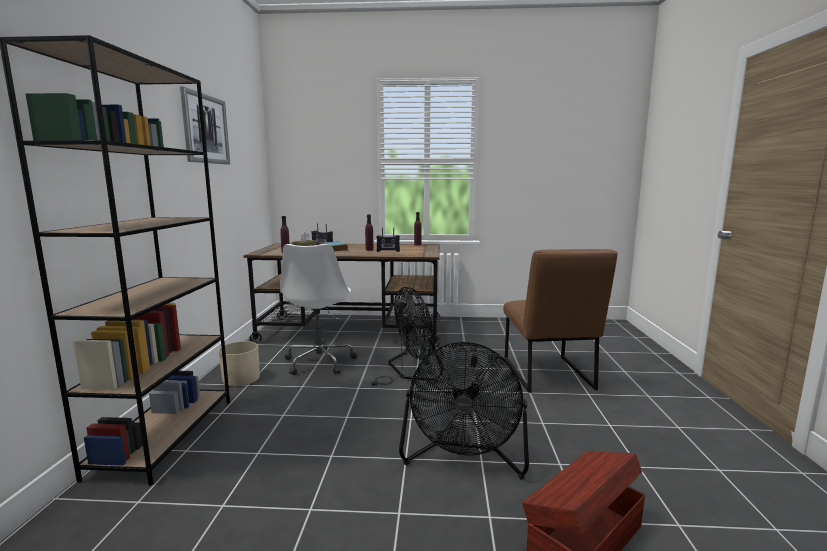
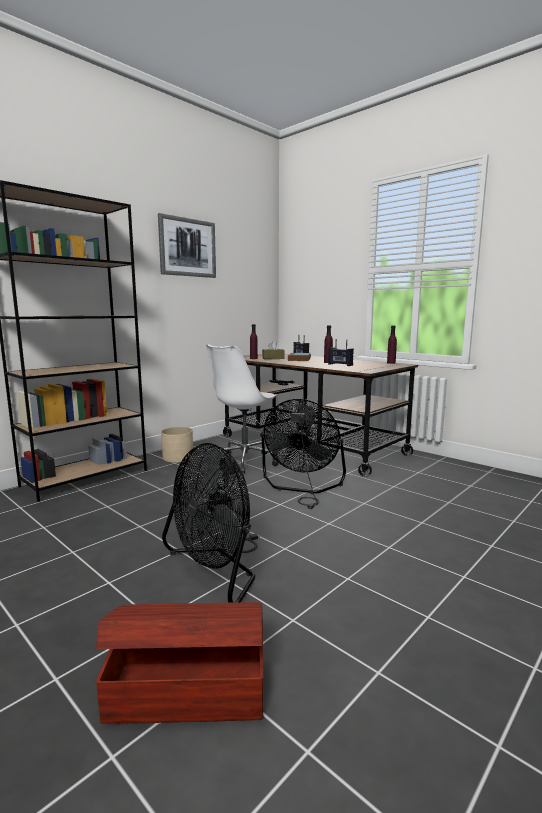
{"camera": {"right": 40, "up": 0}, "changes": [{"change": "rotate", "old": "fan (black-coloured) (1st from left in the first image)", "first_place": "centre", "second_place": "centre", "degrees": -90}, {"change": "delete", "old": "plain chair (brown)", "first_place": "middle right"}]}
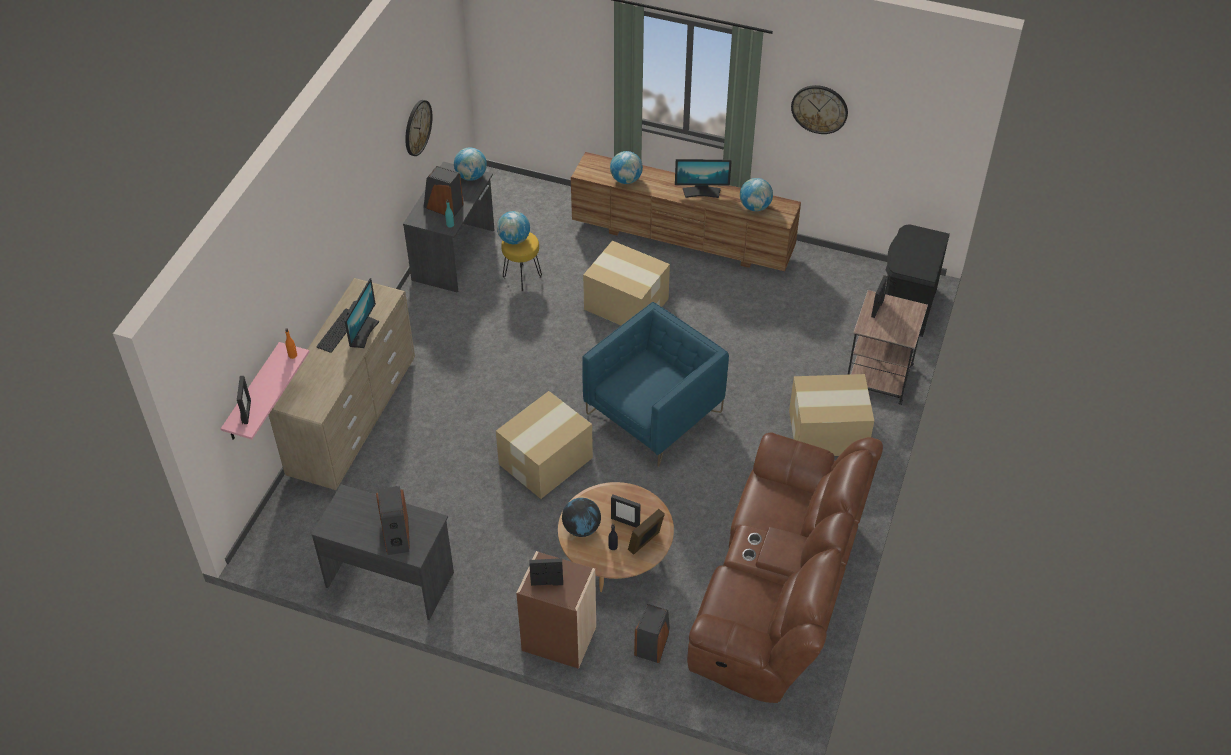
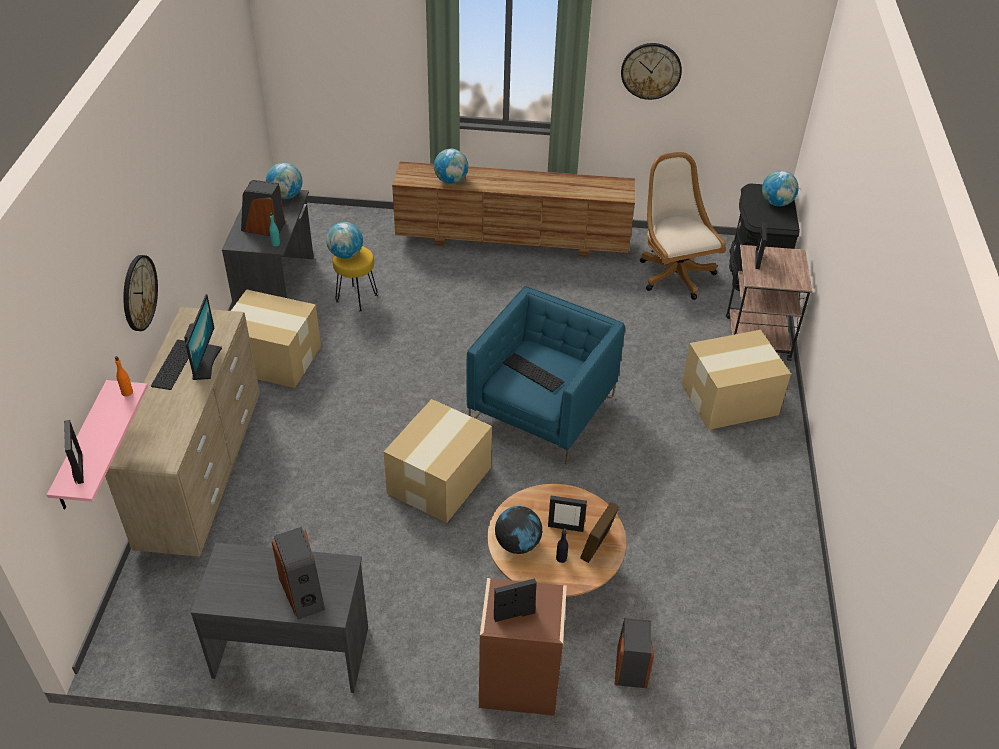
{"camera": {"right": -15, "up": -5}, "changes": [{"change": "move", "old": "clock on the wall (1st from left)", "first_place": "top centre", "second_place": "middle left"}, {"change": "move", "old": "cardboard box (2nd from left in the first image)", "new": "cardboard box (1st from left)", "first_place": "centre", "second_place": "middle left"}, {"change": "delete", "old": "computer display (2nd from left)", "first_place": "top centre"}, {"change": "delete", "old": "sofa (brown)", "first_place": "bottom centre"}, {"change": "move", "old": "world globe (5th from left)", "first_place": "top centre", "second_place": "top right"}, {"change": "insert", "new": "computer keyboard (2nd from left)", "second_place": "centre"}, {"change": "insert", "new": "office chair", "second_place": "top right"}]}
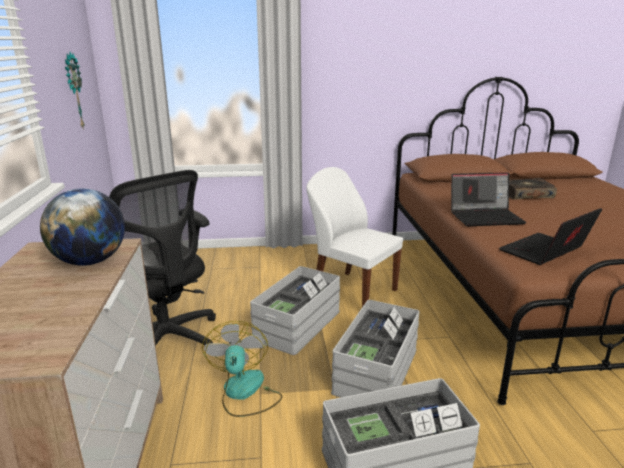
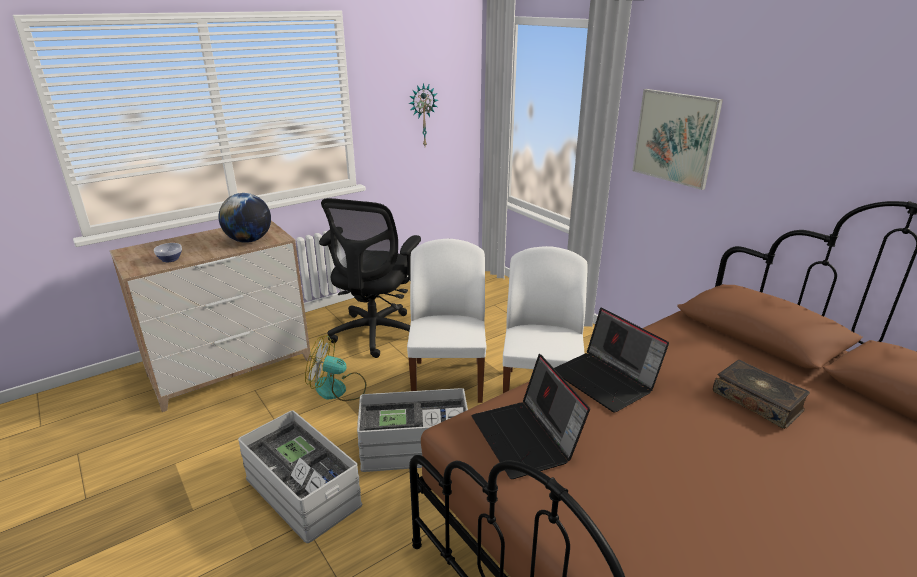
{"camera": {"right": 60, "up": 5}, "changes": [{"change": "rotate", "old": "fan", "first_place": "bottom centre", "second_place": "centre", "degrees": -135}, {"change": "replace", "old": "storage bin (gray) (1st from left)", "new": "plain chair (white) (1st from left)", "first_place": "centre", "second_place": "centre"}, {"change": "rotate", "old": "laptop (2nd from left in the first image)", "first_place": "middle right", "second_place": "bottom centre", "degrees": -135}, {"change": "insert", "new": "deep dish", "second_place": "middle left"}, {"change": "insert", "new": "wall art", "second_place": "top right"}]}
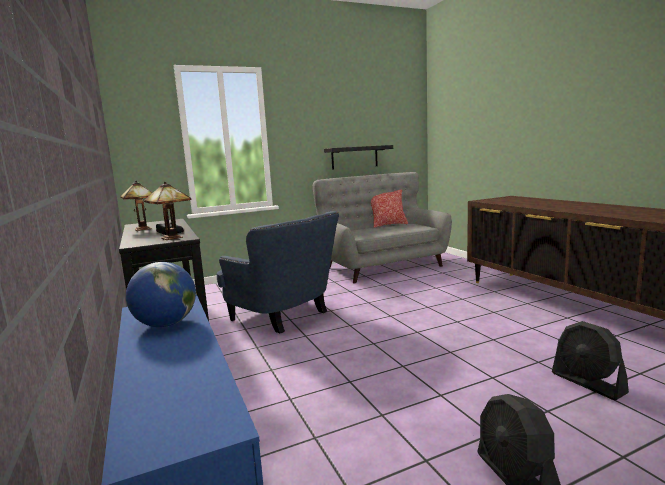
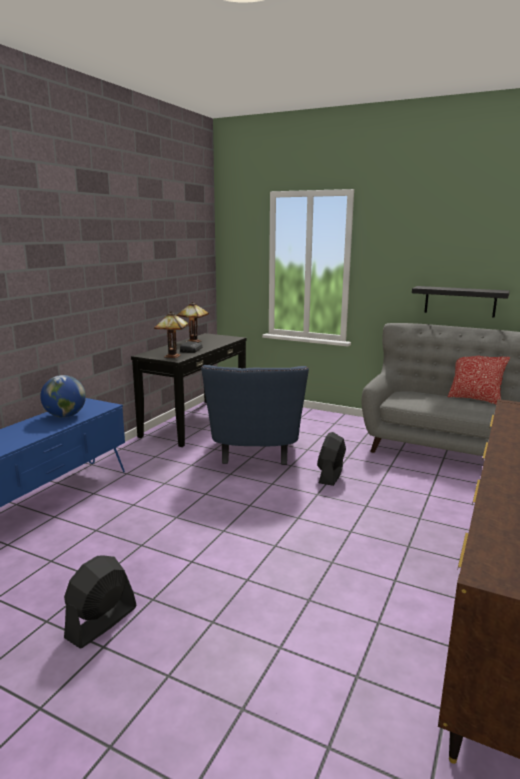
{"camera": {"right": 50, "up": 5}, "changes": [{"change": "move", "old": "fan (black-coloured) (2nd from left)", "first_place": "bottom right", "second_place": "centre"}]}
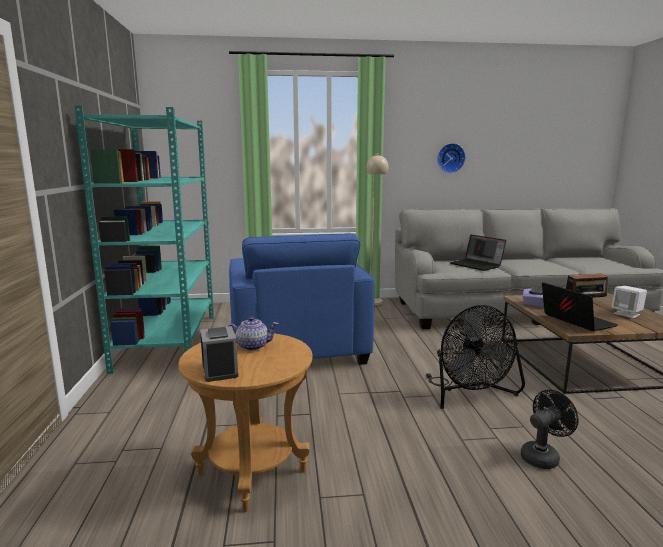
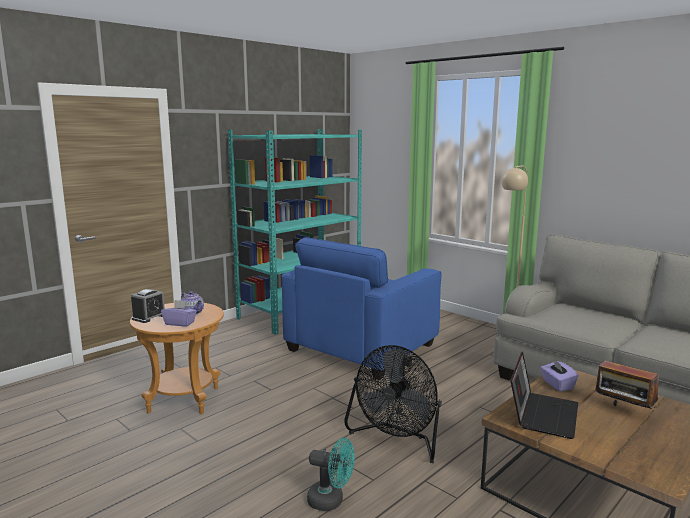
{"camera": {"right": 50, "up": 0}, "changes": [{"change": "delete", "old": "clock on the wall", "first_place": "top right"}, {"change": "delete", "old": "laptop (1st from left)", "first_place": "middle right"}, {"change": "recolor", "old": "fan (black-coloured) (2nd from left)", "new": "fan (turquoise)", "first_place": "bottom right", "second_place": "bottom centre"}, {"change": "delete", "old": "audio speaker (white)", "first_place": "middle right"}, {"change": "insert", "new": "box of tissues (purple-coloured) (1st from left)", "second_place": "middle left"}]}
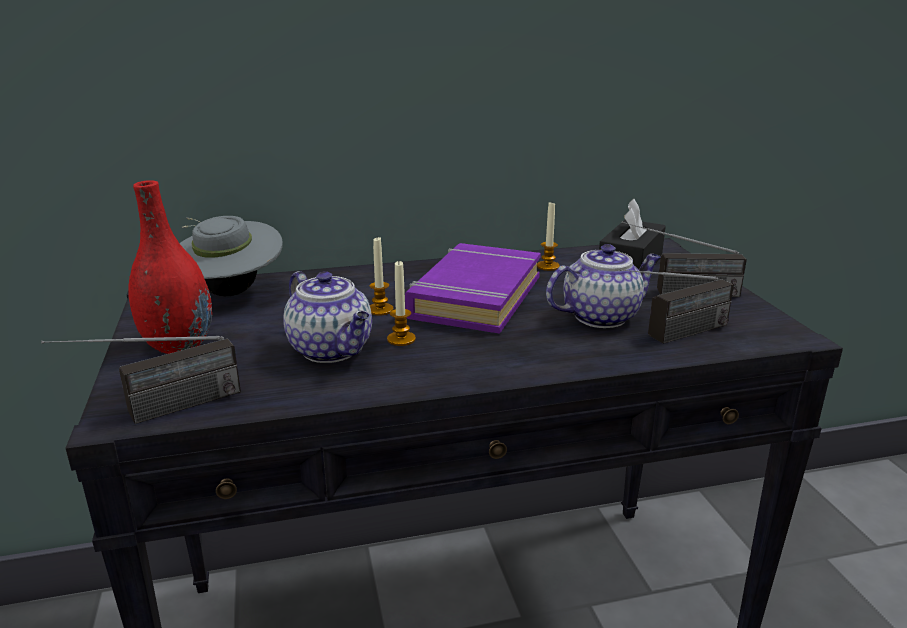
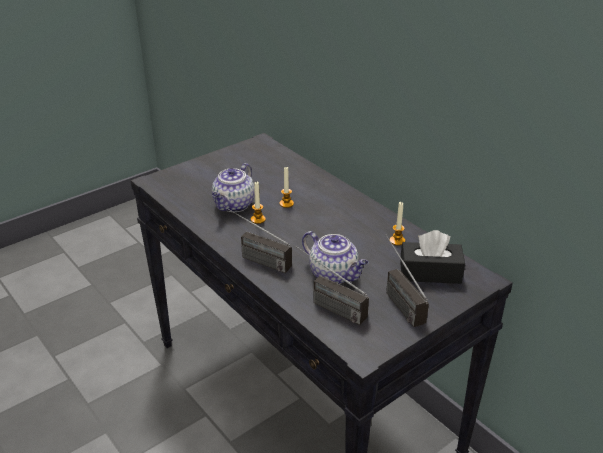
{"camera": {"right": 65, "up": 10}, "changes": [{"change": "move", "old": "radio receiver (1st from left)", "first_place": "middle left", "second_place": "centre"}, {"change": "delete", "old": "flower vase (red-coloured)", "first_place": "middle left"}, {"change": "delete", "old": "hat (gray)", "first_place": "middle left"}, {"change": "delete", "old": "volume (purple-coloured)", "first_place": "centre"}]}
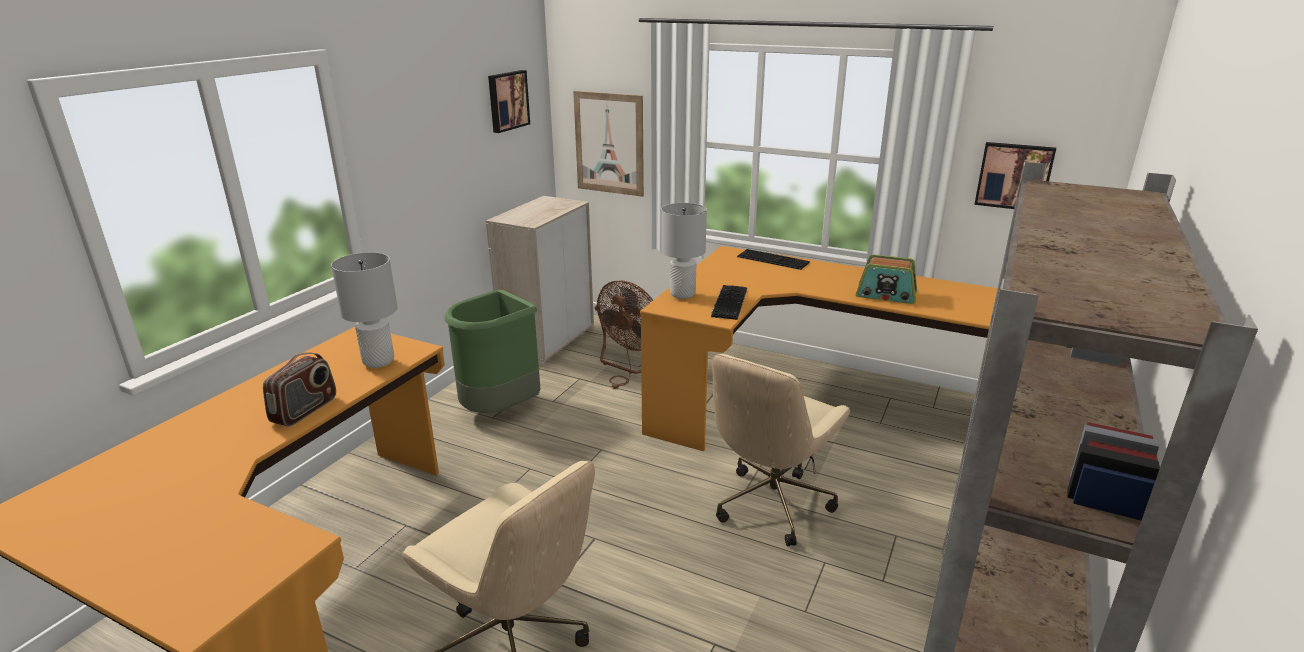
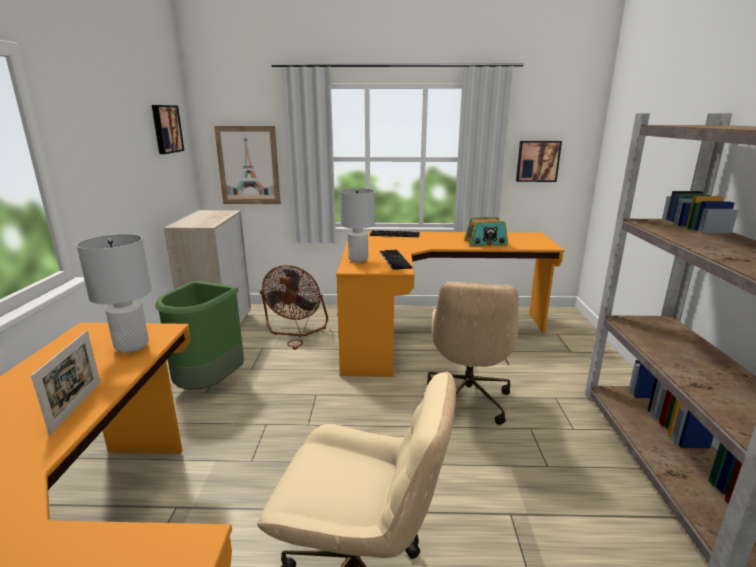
{"camera": {"right": -25, "up": -5}, "changes": [{"change": "replace", "old": "radio receiver (1st from left)", "new": "photo frame", "first_place": "middle left", "second_place": "bottom left"}]}
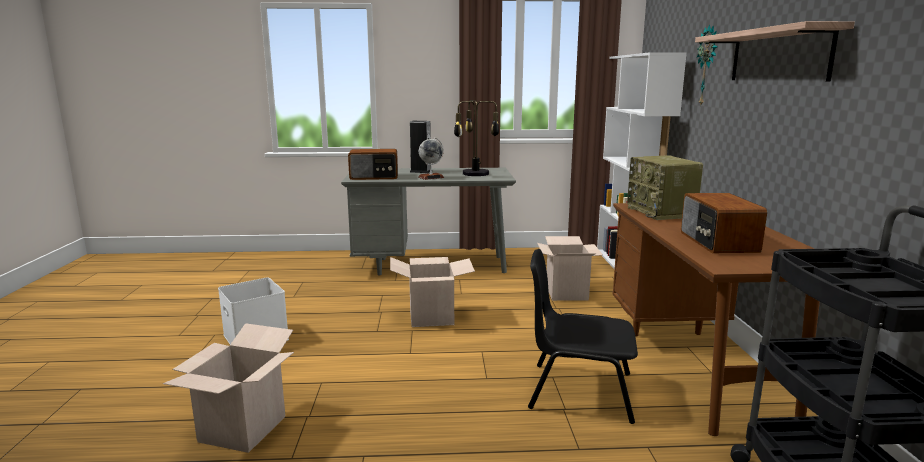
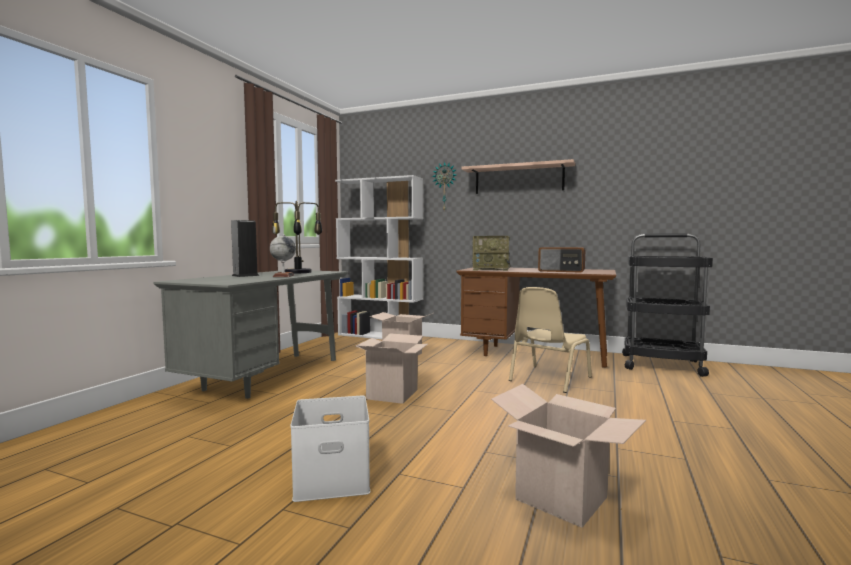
{"camera": {"right": -65, "up": -10}, "changes": [{"change": "delete", "old": "radio receiver (1st from left)", "first_place": "centre"}, {"change": "recolor", "old": "plain chair (black-coloured)", "new": "plain chair (beige)", "first_place": "bottom centre", "second_place": "centre"}]}
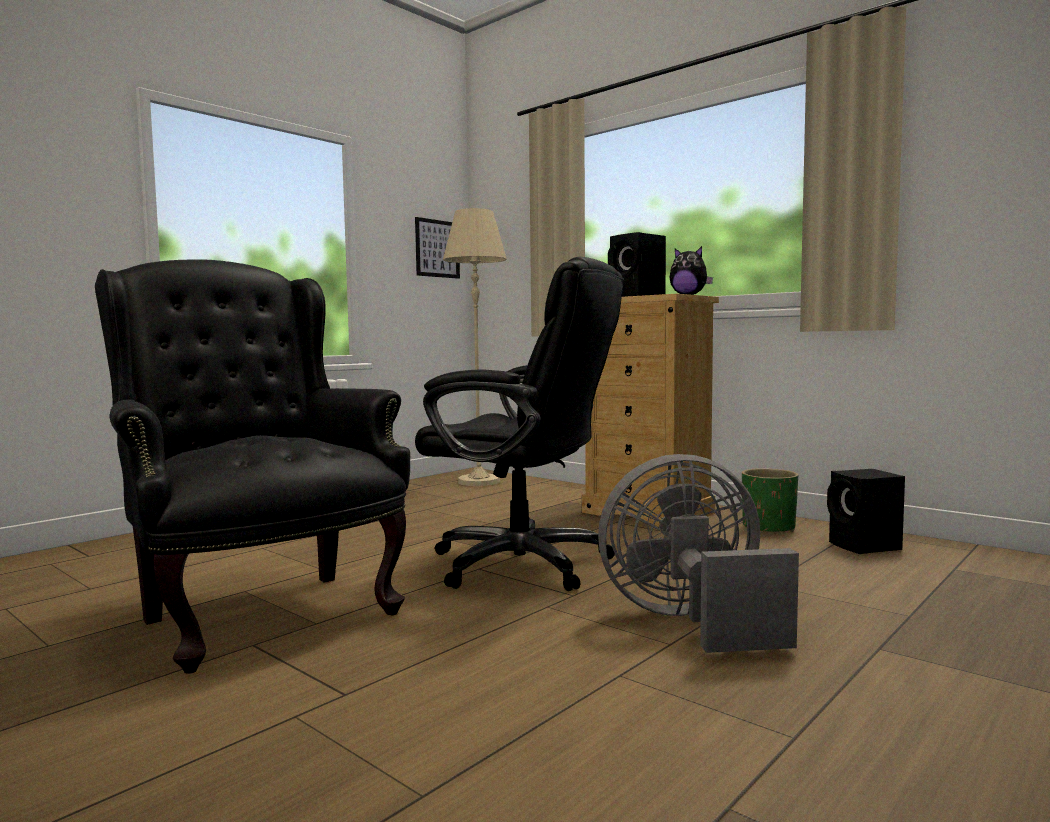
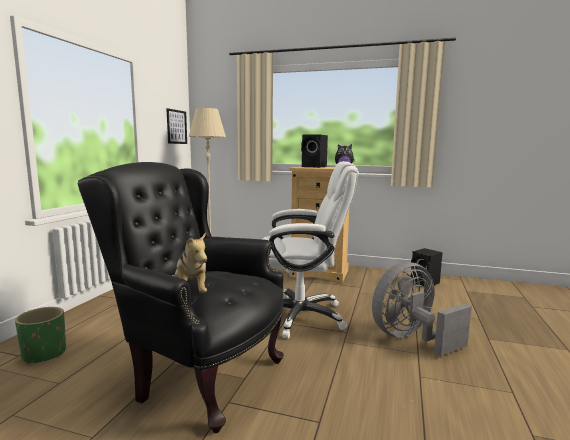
{"camera": {"right": -25, "up": 5}, "changes": [{"change": "recolor", "old": "office chair (black-coloured)", "new": "office chair (white)", "first_place": "centre", "second_place": "centre"}, {"change": "move", "old": "flower pot (green-coloured)", "first_place": "middle right", "second_place": "bottom left"}, {"change": "insert", "new": "plush toy (1st from left)", "second_place": "middle left"}]}
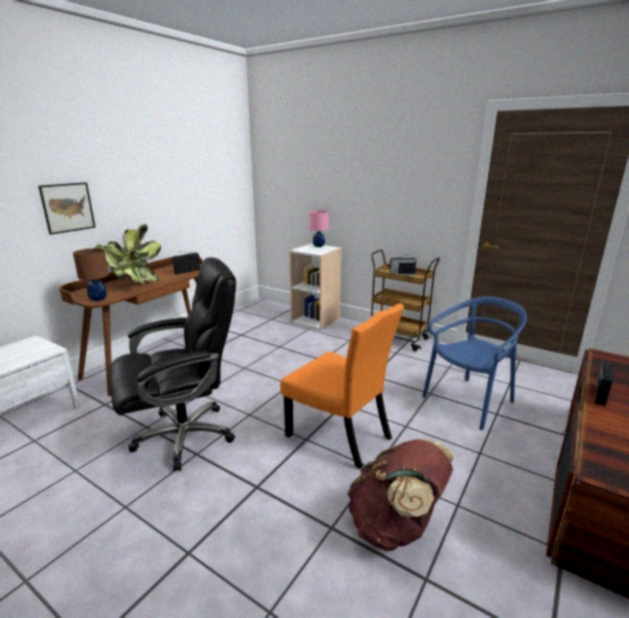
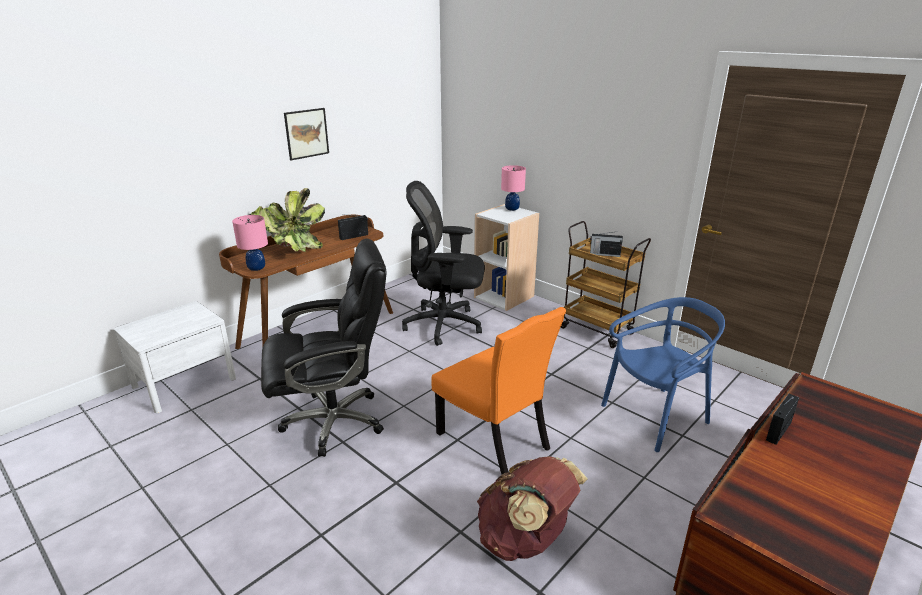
{"camera": {"right": 10, "up": 5}, "changes": [{"change": "move", "old": "wall art", "first_place": "middle left", "second_place": "top left"}, {"change": "recolor", "old": "table lamp (brown)", "new": "table lamp (pinkish) (1st from left)", "first_place": "middle left", "second_place": "middle left"}, {"change": "insert", "new": "office chair (black-coloured) (2nd from left)", "second_place": "centre"}]}
